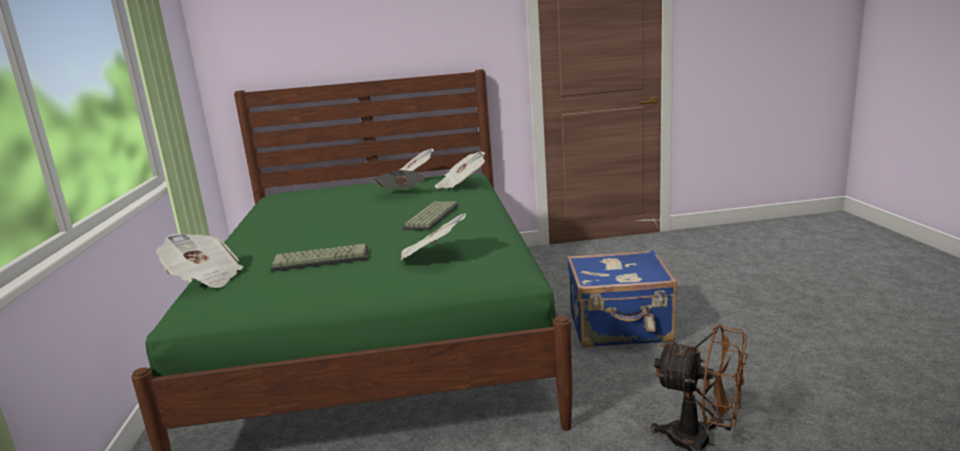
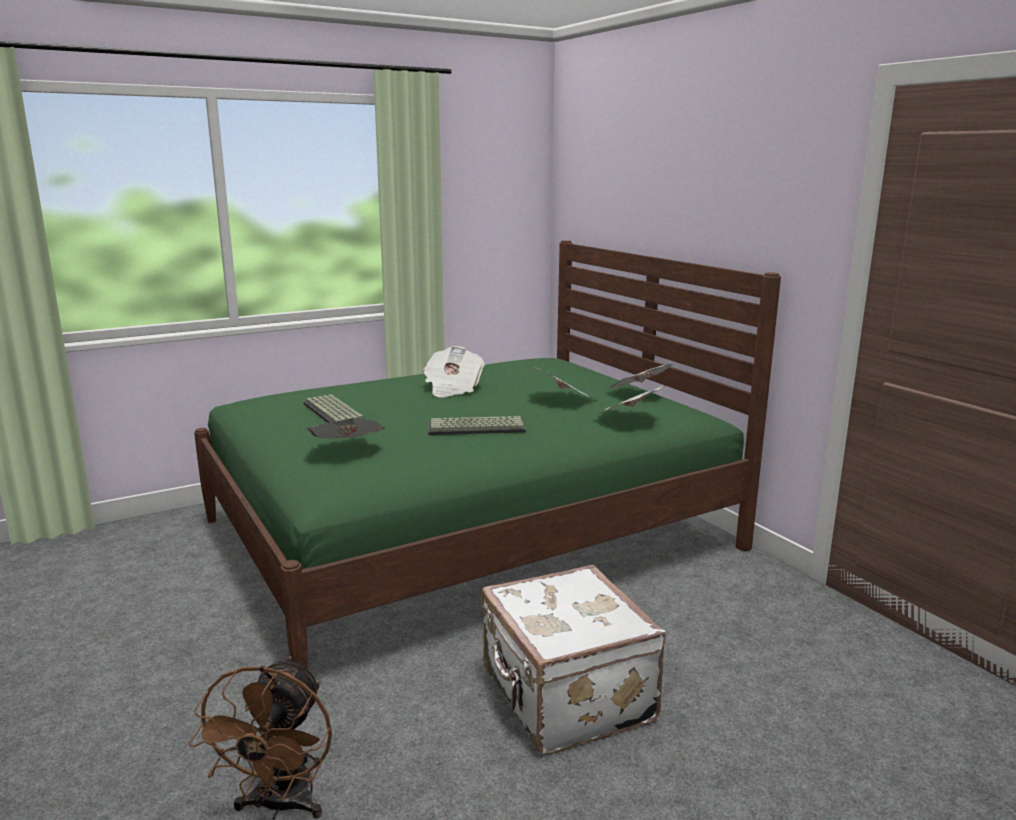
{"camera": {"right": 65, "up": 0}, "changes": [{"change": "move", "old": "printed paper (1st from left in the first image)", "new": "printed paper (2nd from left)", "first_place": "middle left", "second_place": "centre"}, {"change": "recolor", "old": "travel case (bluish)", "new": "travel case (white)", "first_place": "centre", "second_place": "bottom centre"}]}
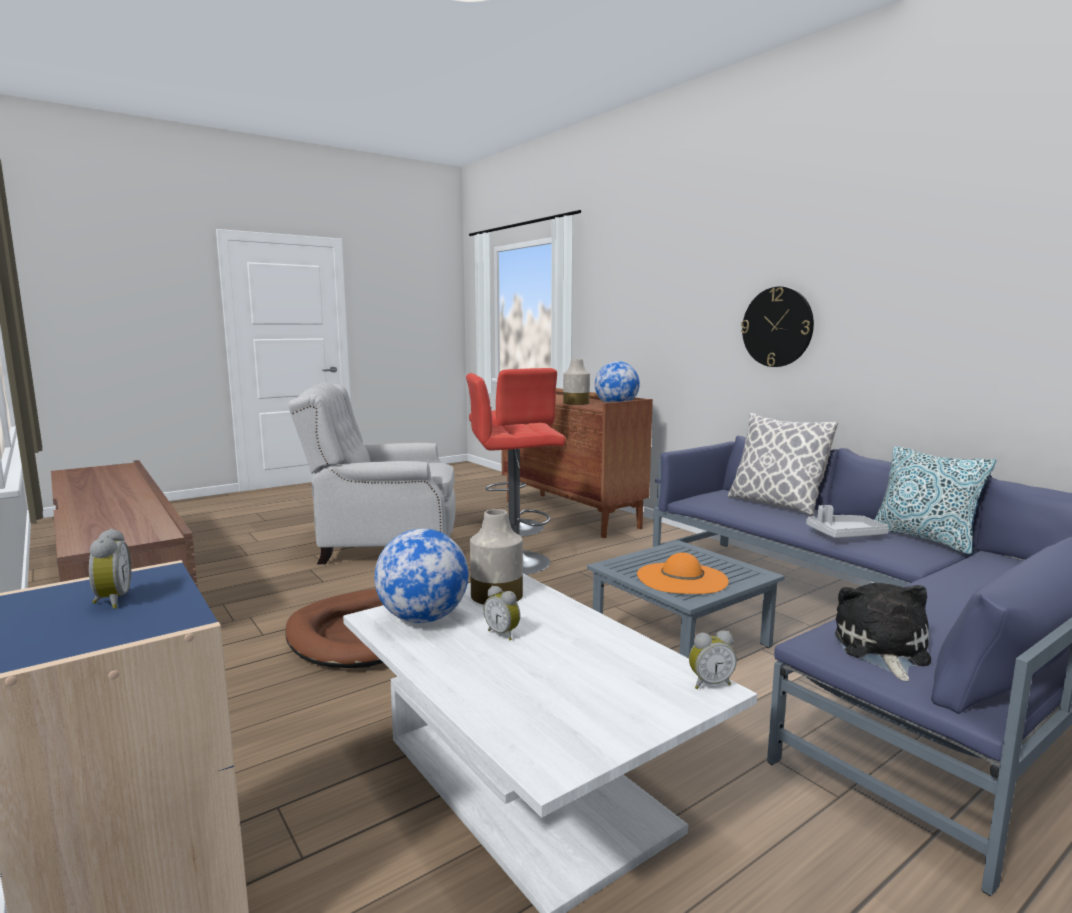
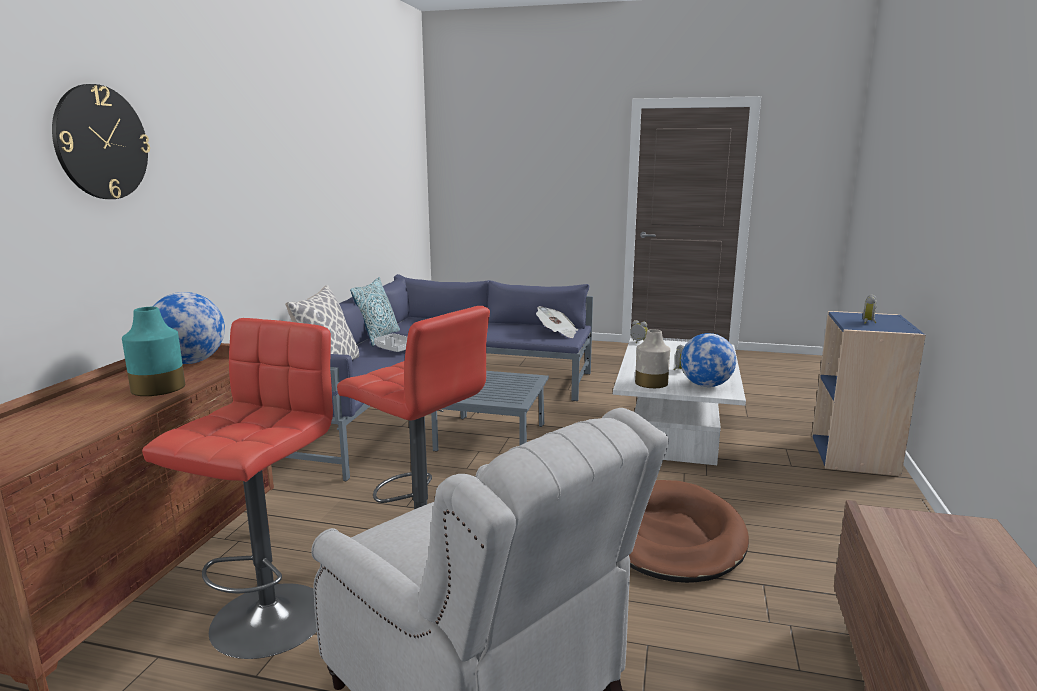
{"camera": {"right": -130, "up": 5}, "changes": [{"change": "recolor", "old": "flower vase (beige) (2nd from left)", "new": "flower vase (turquoise)", "first_place": "centre", "second_place": "middle left"}, {"change": "delete", "old": "hat (orange-coloured)", "first_place": "centre"}, {"change": "move", "old": "clock on the wall", "first_place": "middle right", "second_place": "top left"}, {"change": "replace", "old": "plush toy", "new": "printed paper", "first_place": "bottom right", "second_place": "centre"}]}
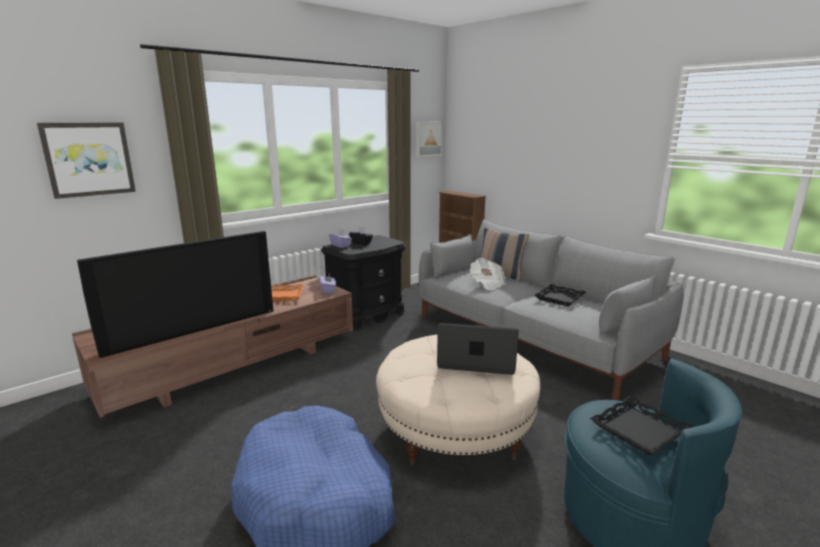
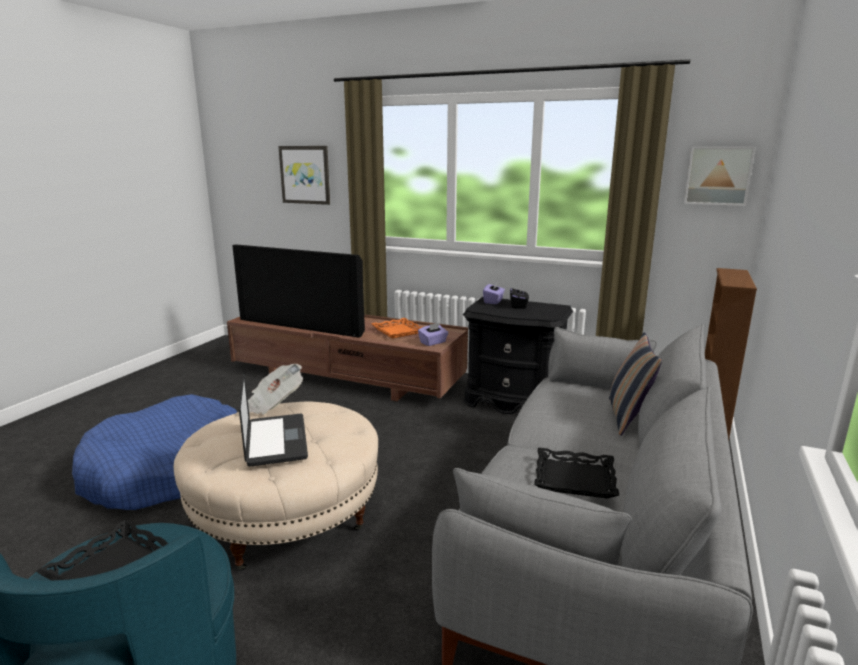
{"camera": {"right": 65, "up": 0}, "changes": [{"change": "move", "old": "printed paper", "first_place": "centre", "second_place": "middle left"}]}
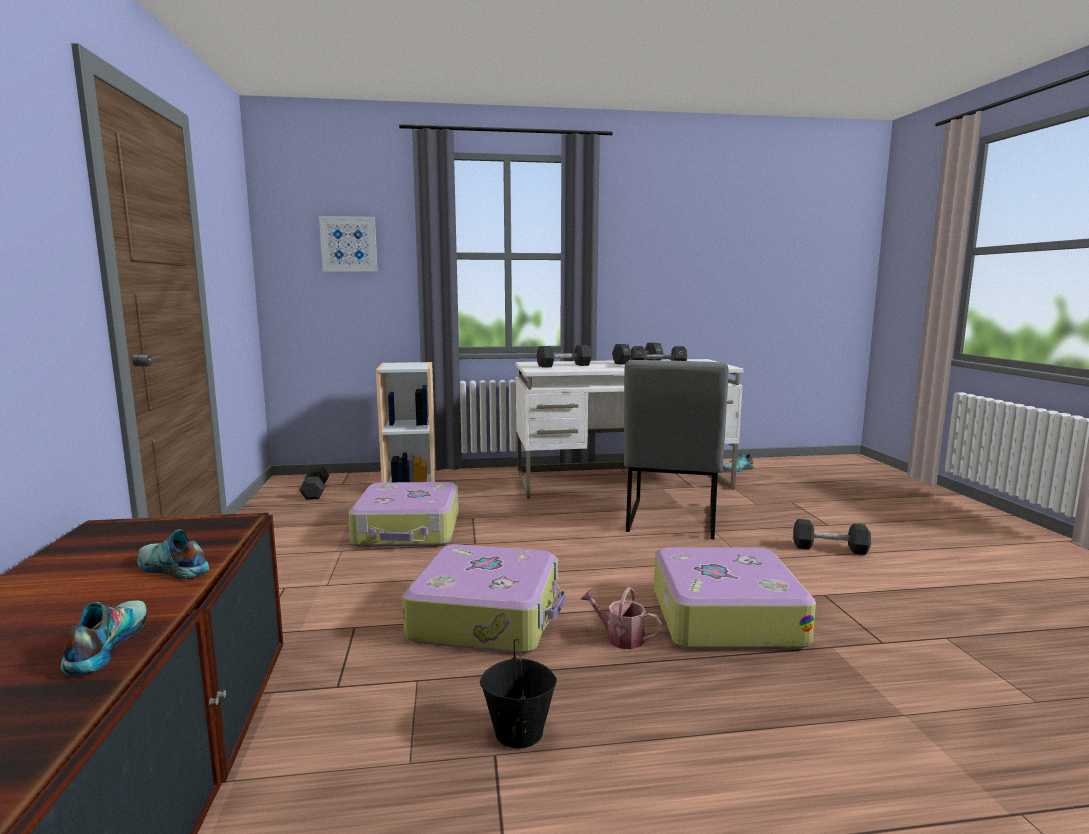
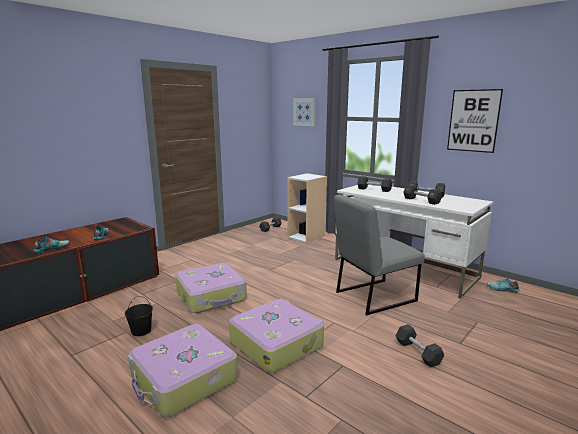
{"camera": {"right": 50, "up": 5}, "changes": [{"change": "move", "old": "travel case (1st from left)", "first_place": "centre", "second_place": "bottom left"}, {"change": "delete", "old": "watering can", "first_place": "bottom centre"}, {"change": "insert", "new": "wall art (2nd from left)", "second_place": "top right"}]}
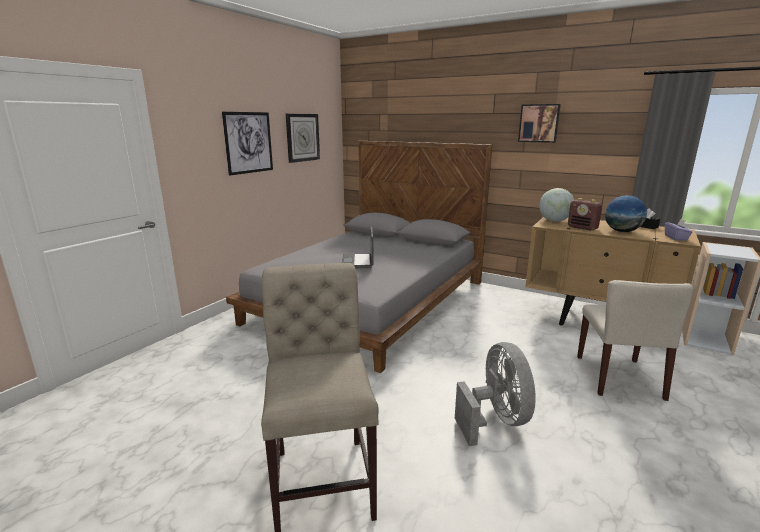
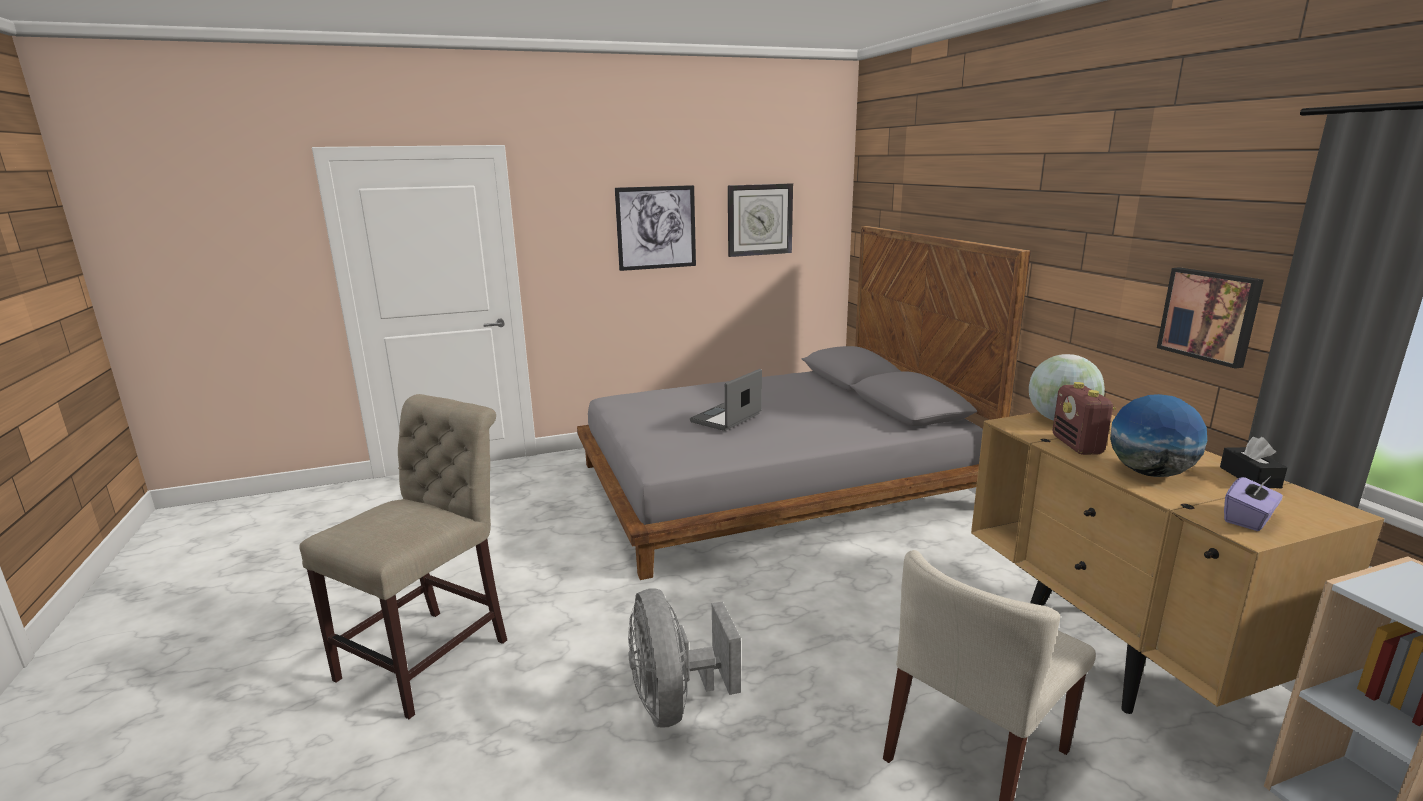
{"camera": {"right": 40, "up": 0}, "changes": [{"change": "rotate", "old": "fan (gray)", "first_place": "bottom centre", "second_place": "bottom centre", "degrees": 135}, {"change": "move", "old": "wall art (2nd from left)", "first_place": "top right", "second_place": "middle right"}]}
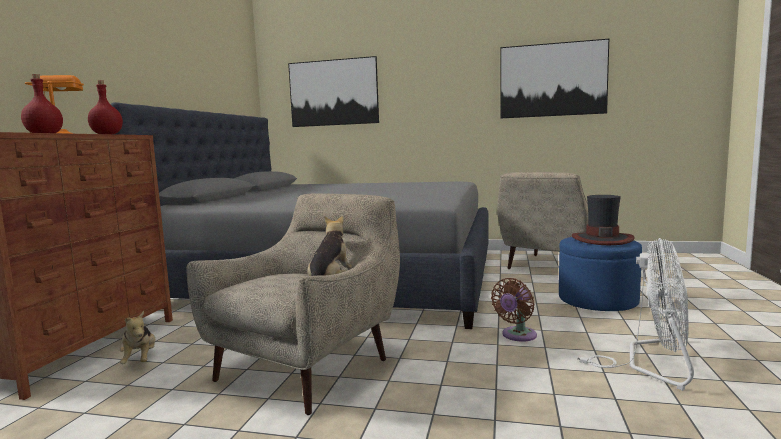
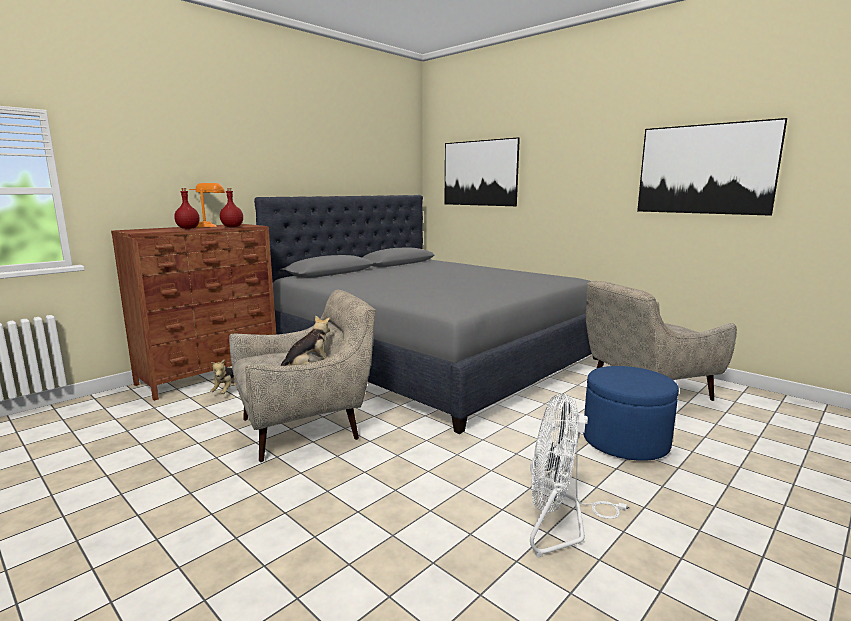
{"camera": {"right": 30, "up": 5}, "changes": [{"change": "delete", "old": "fan (brown)", "first_place": "bottom centre"}, {"change": "delete", "old": "hat", "first_place": "middle right"}, {"change": "rotate", "old": "fan (white)", "first_place": "bottom right", "second_place": "bottom right", "degrees": 135}]}
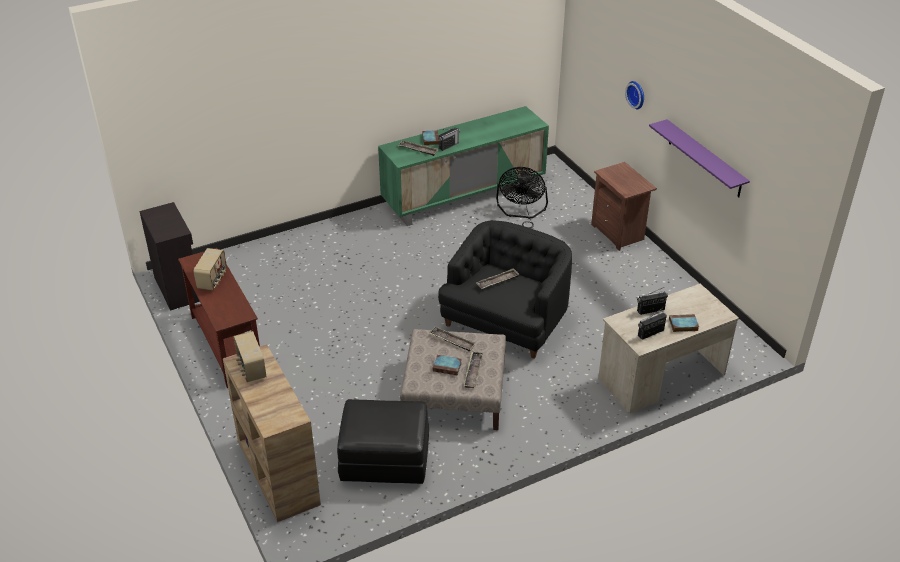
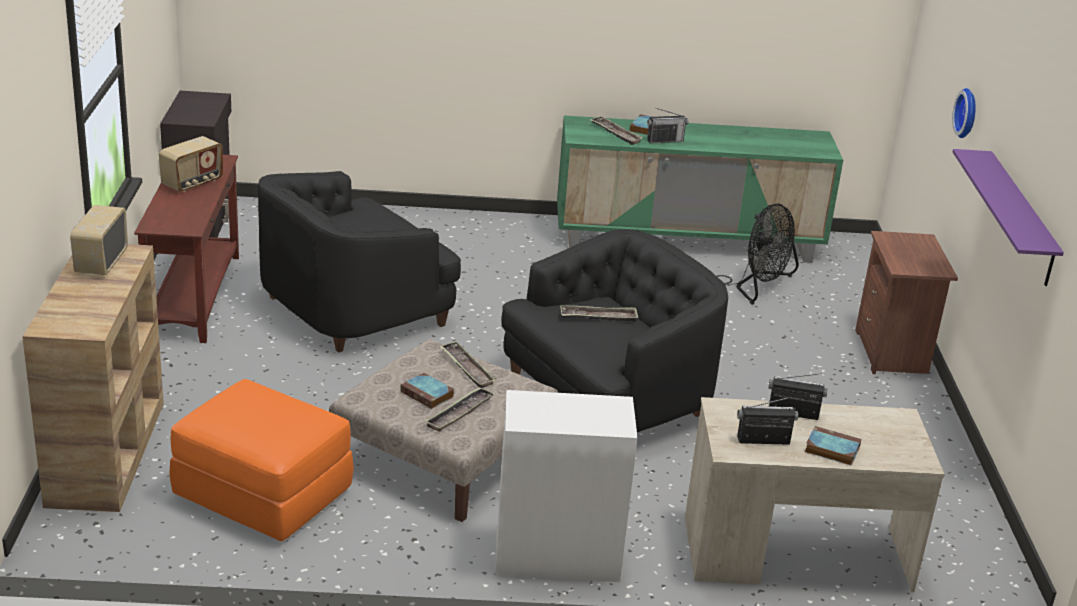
{"camera": {"right": 25, "up": -10}, "changes": [{"change": "recolor", "old": "pouffe (black-coloured)", "new": "pouffe (orange-coloured)", "first_place": "bottom centre", "second_place": "bottom left"}, {"change": "rotate", "old": "fan (black-coloured)", "first_place": "centre", "second_place": "middle right", "degrees": 90}, {"change": "insert", "new": "lounge chair (black-coloured) (1st from left)", "second_place": "centre"}, {"change": "insert", "new": "cabinet (white)", "second_place": "bottom centre"}]}
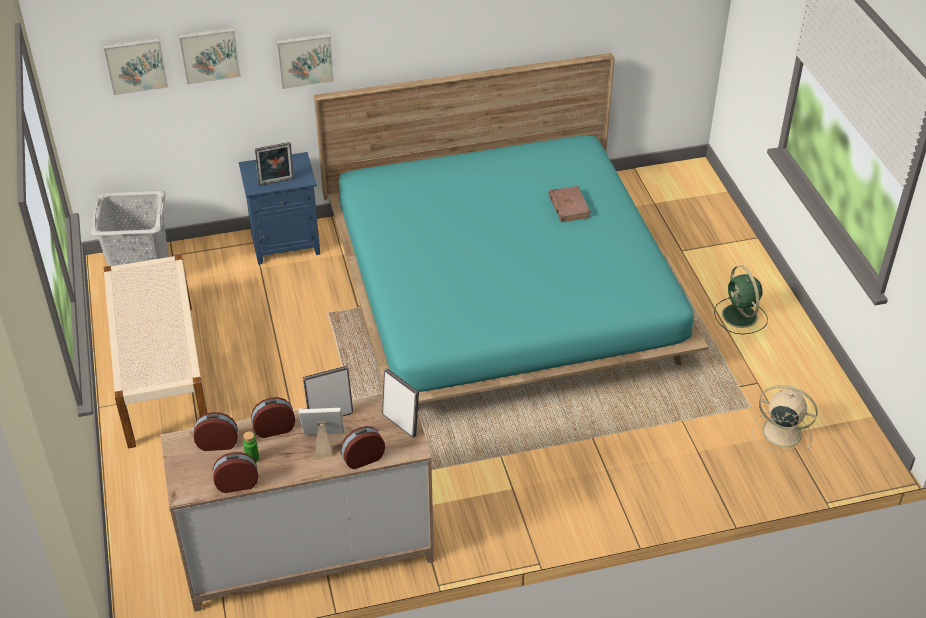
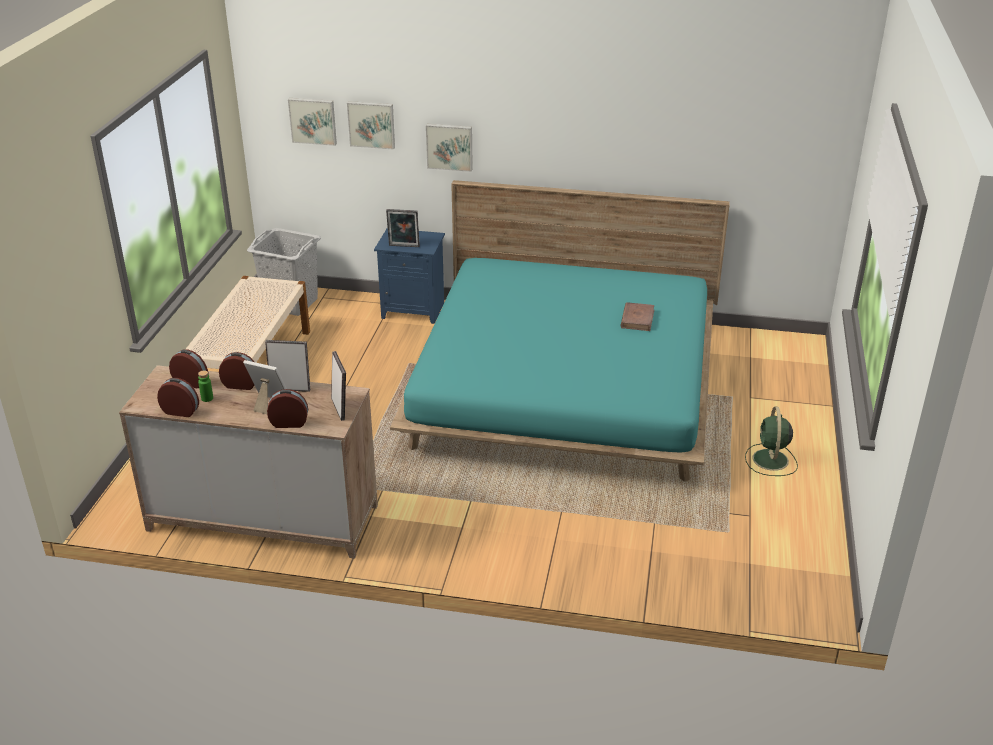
{"camera": {"right": 25, "up": -10}, "changes": [{"change": "delete", "old": "fan (beige)", "first_place": "bottom right"}]}
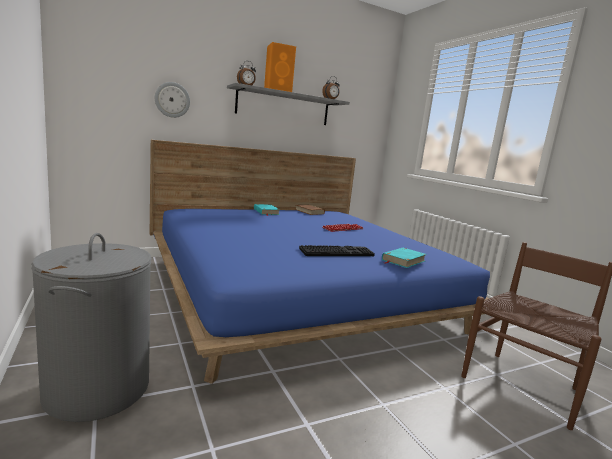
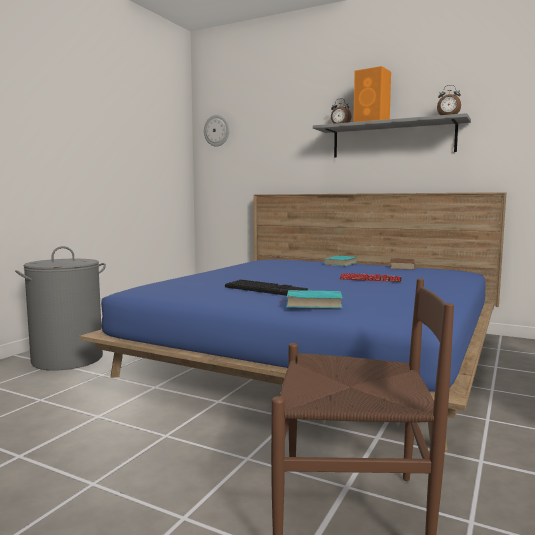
{"camera": {"right": 55, "up": -5}, "changes": [{"change": "move", "old": "clock on the wall", "first_place": "top left", "second_place": "top centre"}]}
